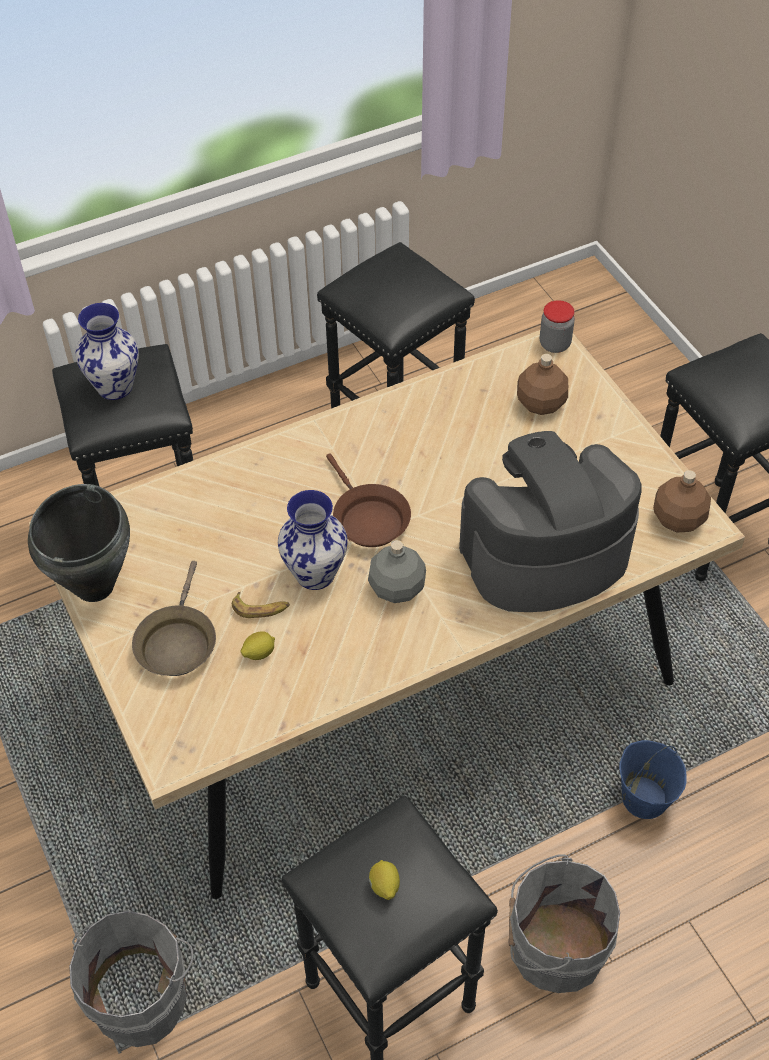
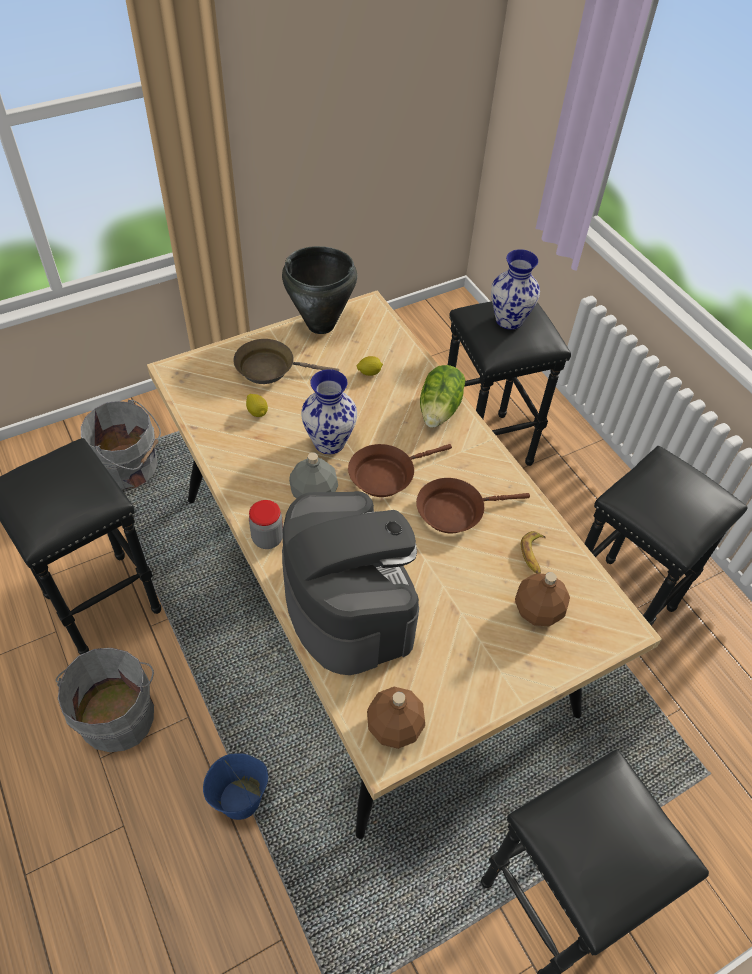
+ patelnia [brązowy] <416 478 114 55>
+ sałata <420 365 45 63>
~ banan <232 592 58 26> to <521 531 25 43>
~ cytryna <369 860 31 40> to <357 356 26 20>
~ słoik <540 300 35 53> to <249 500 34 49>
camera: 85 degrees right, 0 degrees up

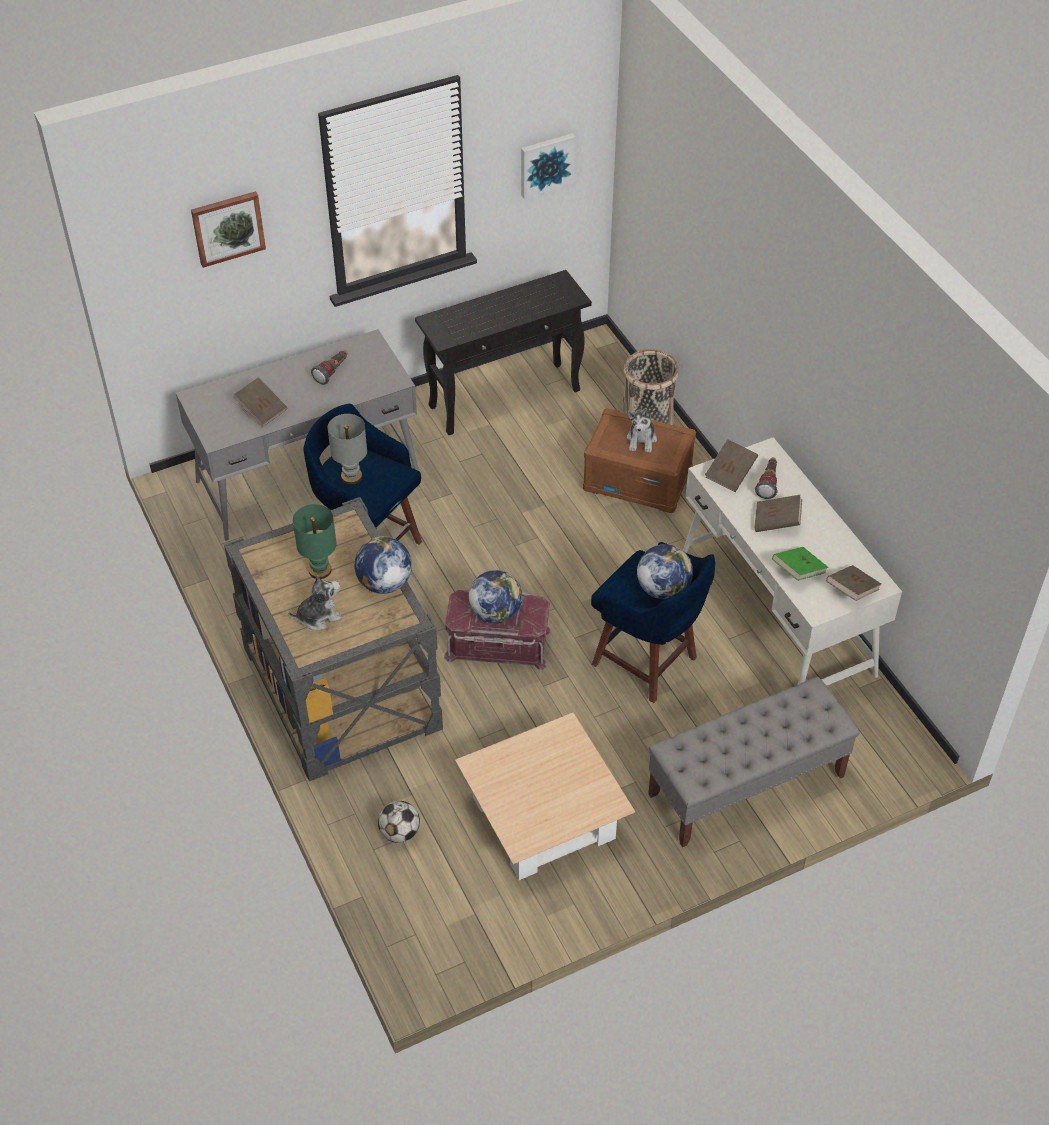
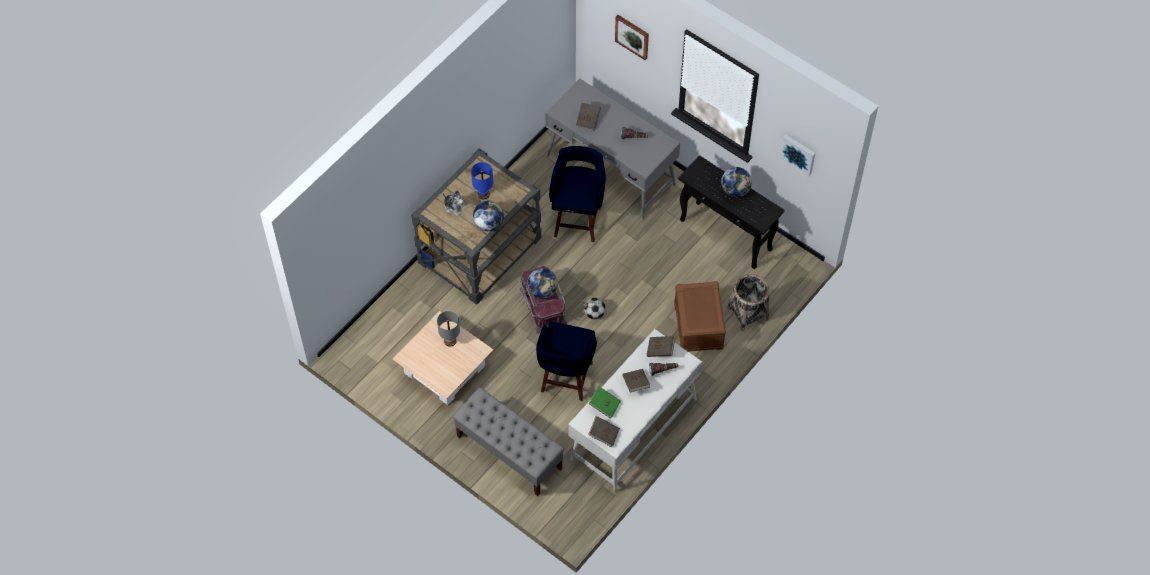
- pluszak <627 408 30 45>
~ lampa stołowa [szary] <328 414 39 70> to <437 311 23 36>
~ piłka futbolowa <378 801 42 42> to <584 298 22 21>
~ globus <637 544 56 56> to <721 167 31 30>
~ lampa stołowa [zielony] <293 504 44 75> to lampa stołowa [niebieski] <471 162 22 37>
camera: 65 degrees right, 10 degrees up

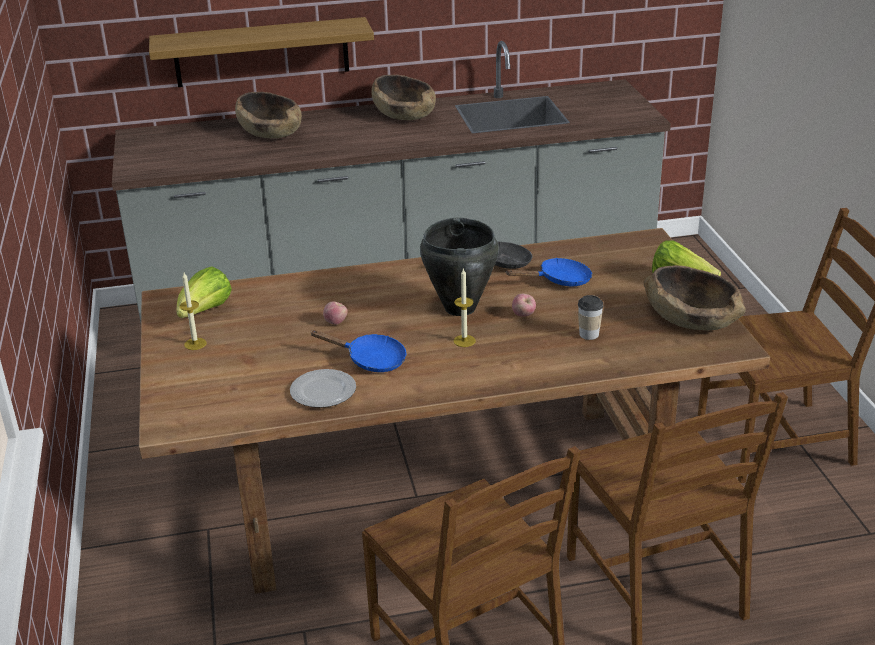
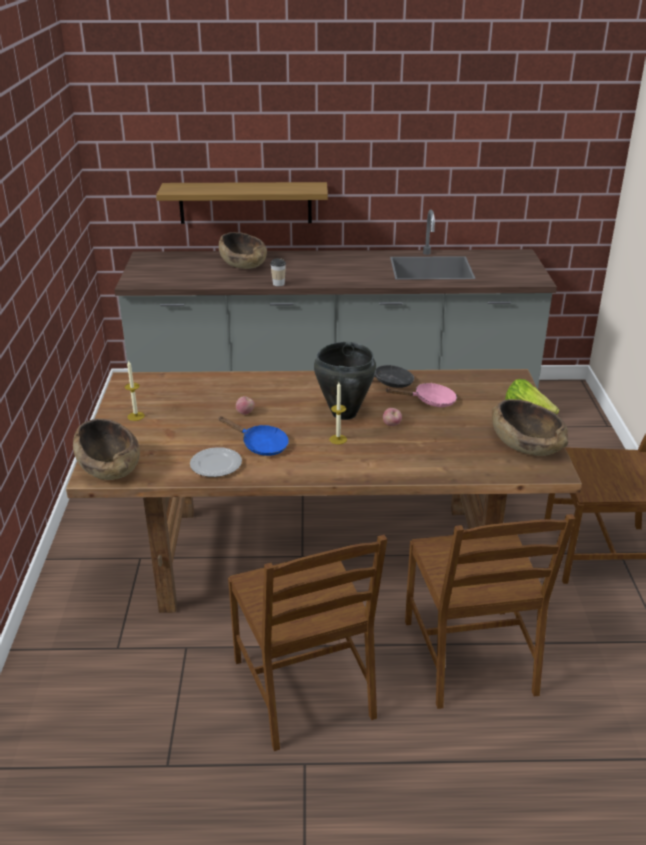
- sałata <176 266 56 52>
~ miska [brązowy] <371 75 65 45> to <73 419 67 61>
~ filiżanka <578 295 26 45> to <270 258 16 28>
~ patelnia [niebieski] <506 258 86 28> to patelnia [różowy] <386 383 71 24>
camera: 10 degrees right, 0 degrees up

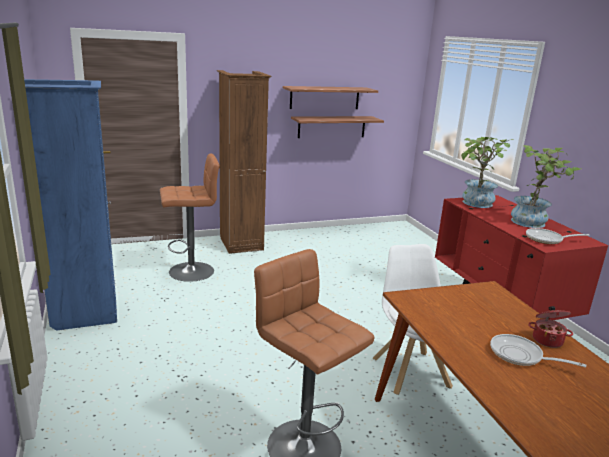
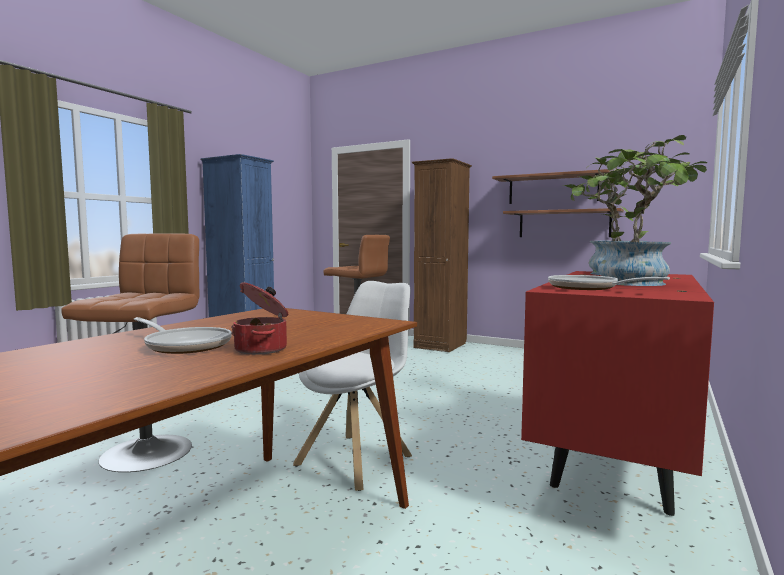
~ patelnia <490 334 96 33> = <134 317 98 37> 135 degrees clockwise
camera: 50 degrees right, 15 degrees down

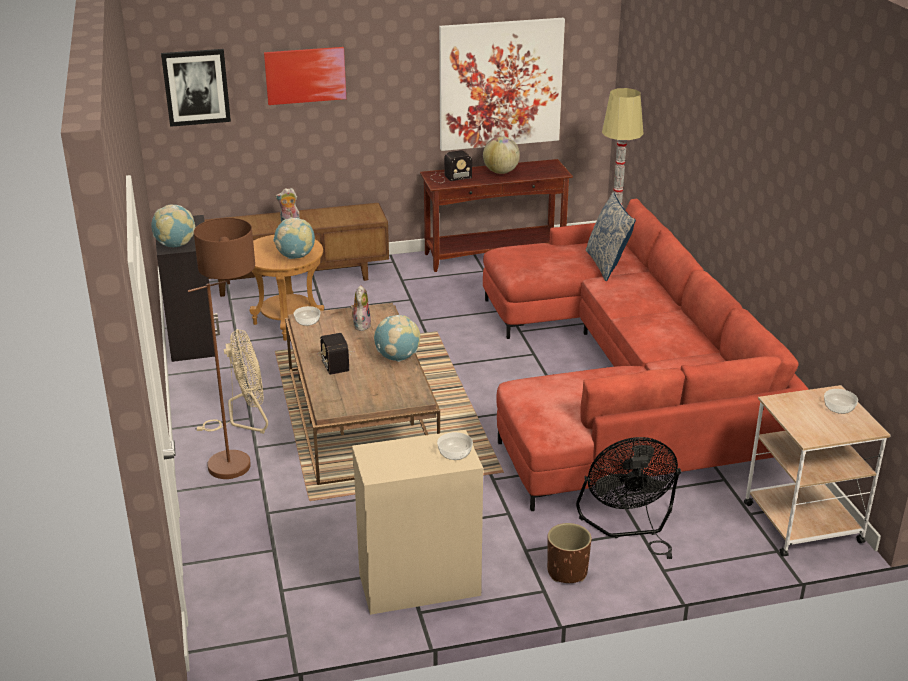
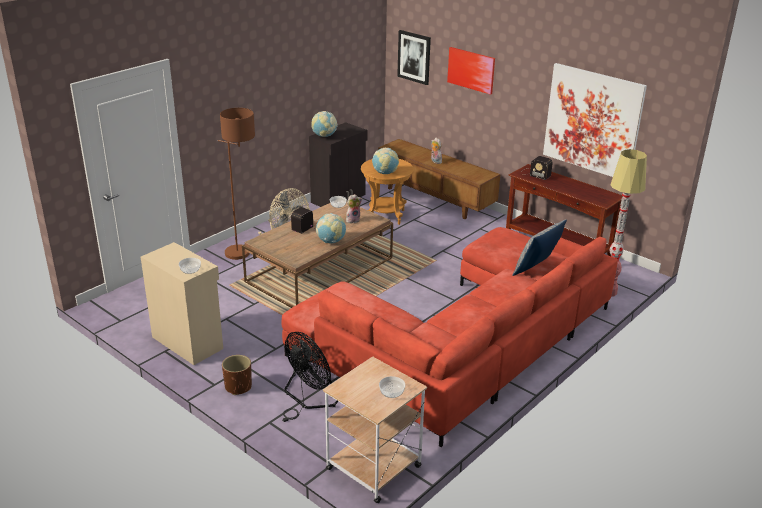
- globus <483 136 37 38>
camera: 55 degrees right, 0 degrees up

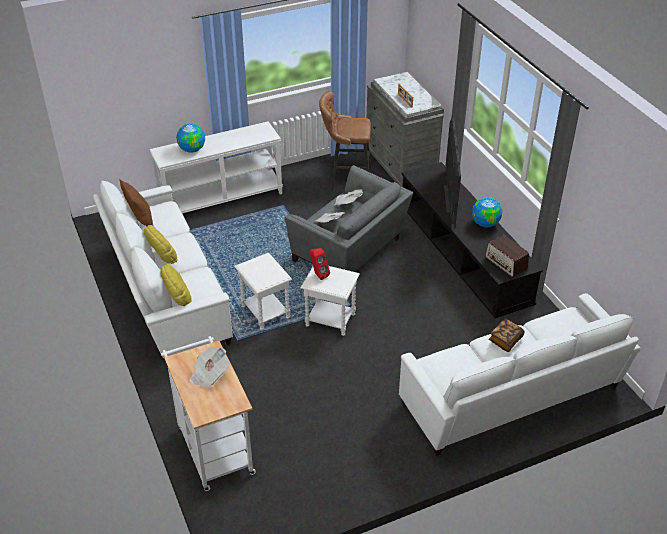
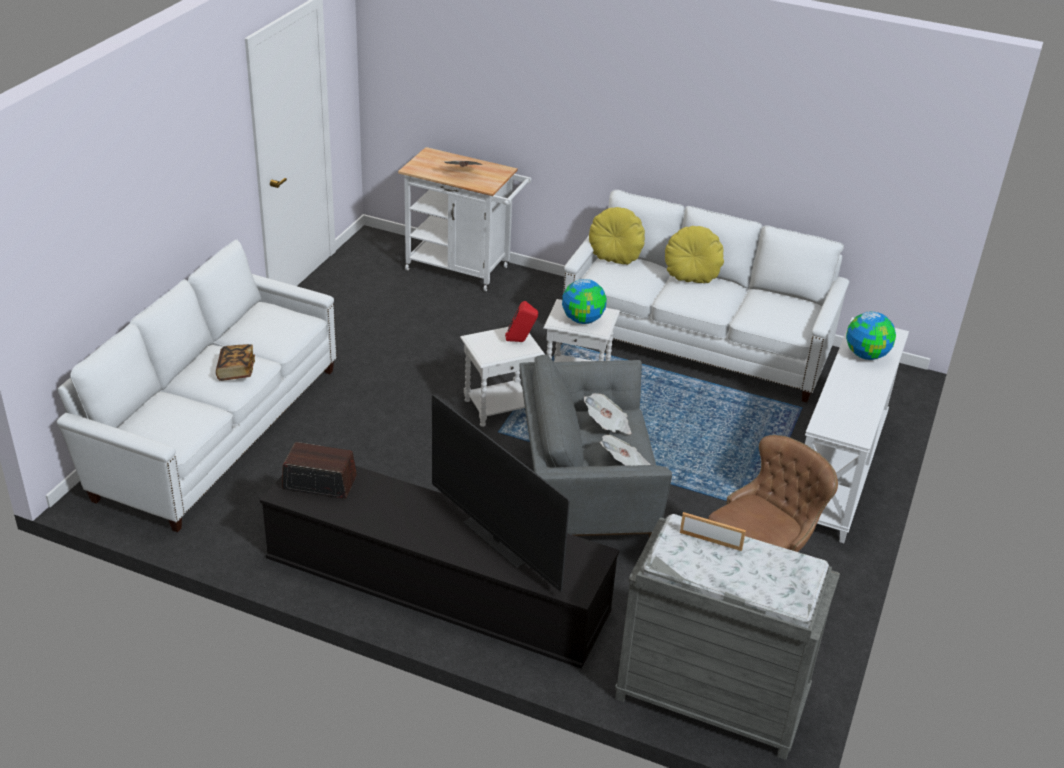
- poduszka [brązowy] <120 179 34 47>
~ globus <472 197 30 31> to <562 279 45 45>
camera: 135 degrees right, 5 degrees down

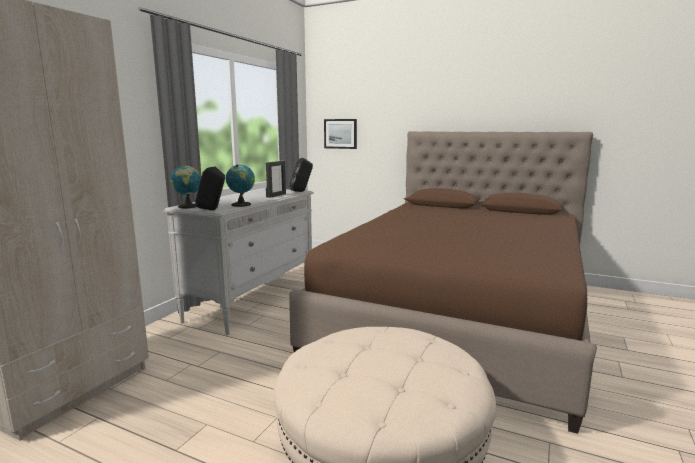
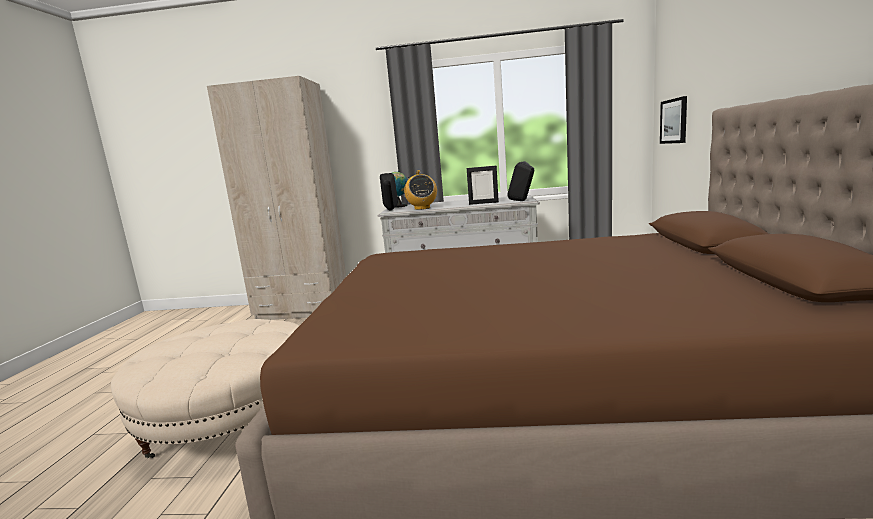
~ globus <226 164 29 43> to radio <404 170 33 40>
camera: 70 degrees right, 0 degrees up

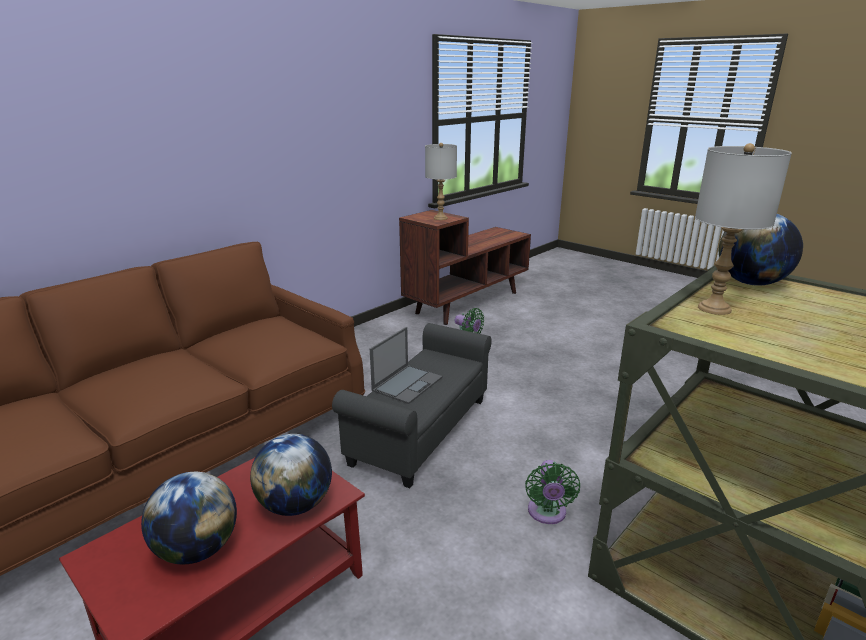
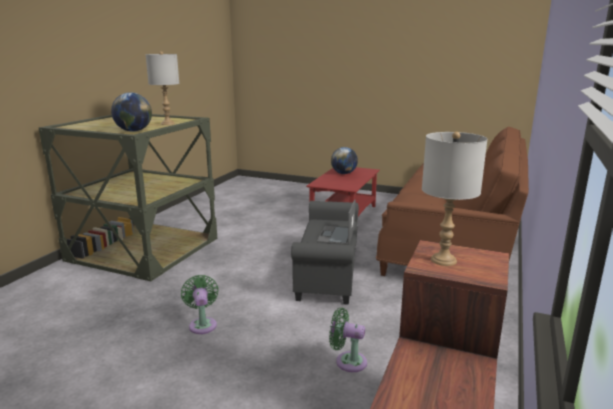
- globus <250 434 82 82>
~ wentylator [zielony] <525 460 55 64> to <181 275 38 59>
camera: 160 degrees right, 5 degrees down

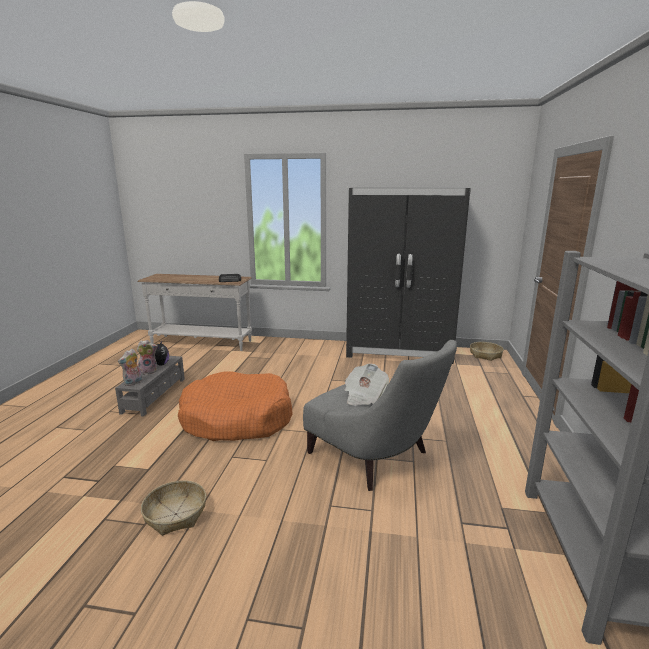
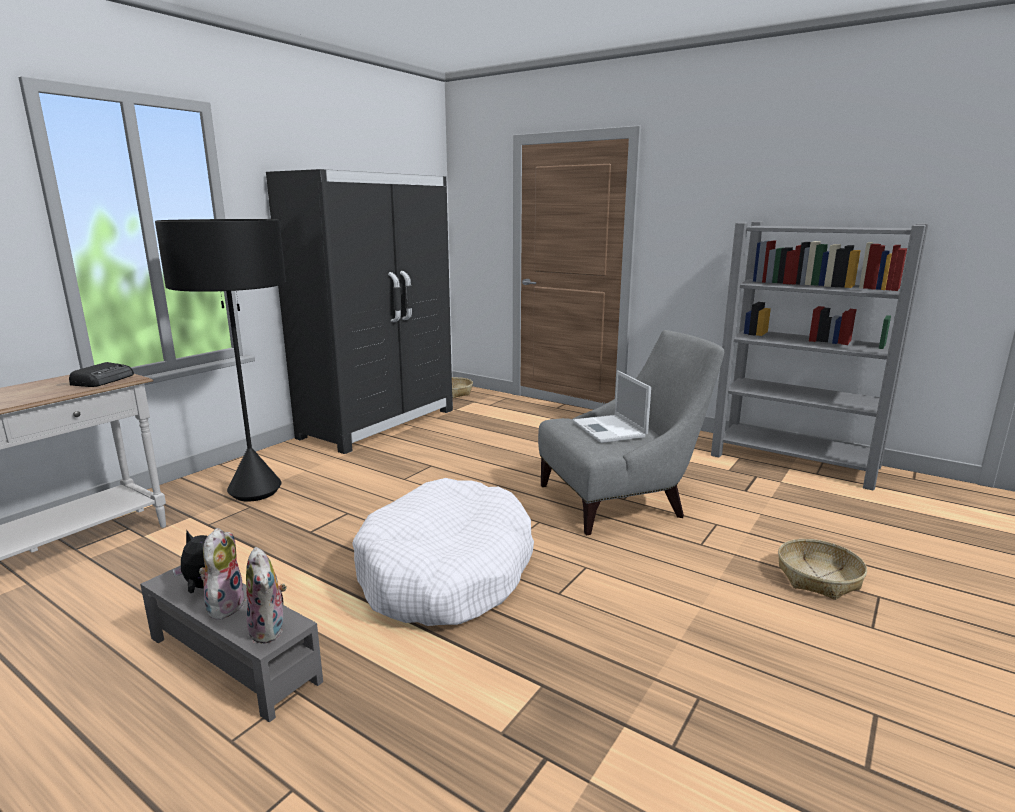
+ lampa stojąca [czarny] <155 219 131 283>
~ koszyk <141 480 65 56> to <778 539 89 61>
~ gazeta <345 363 44 43> to laptop <573 370 78 73>
~ legowisko [pomarańczowy] <178 371 115 70> to legowisko [biały] <353 478 181 148>
camera: 65 degrees left, 0 degrees up

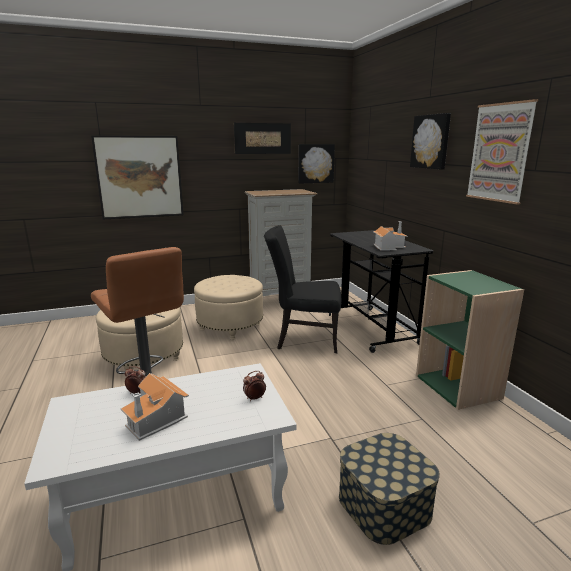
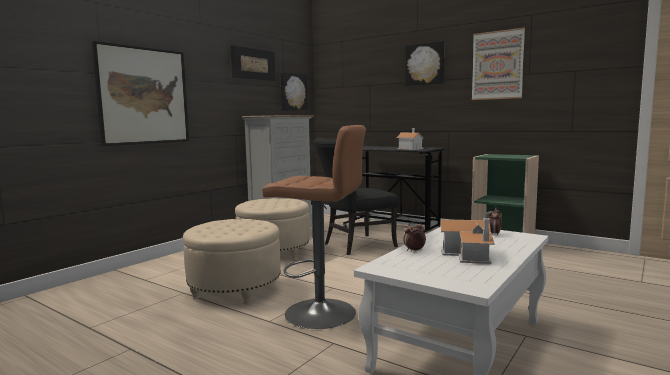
- pojemnik do przechowywania <339 433 101 112>
camera: 35 degrees left, 10 degrees down

